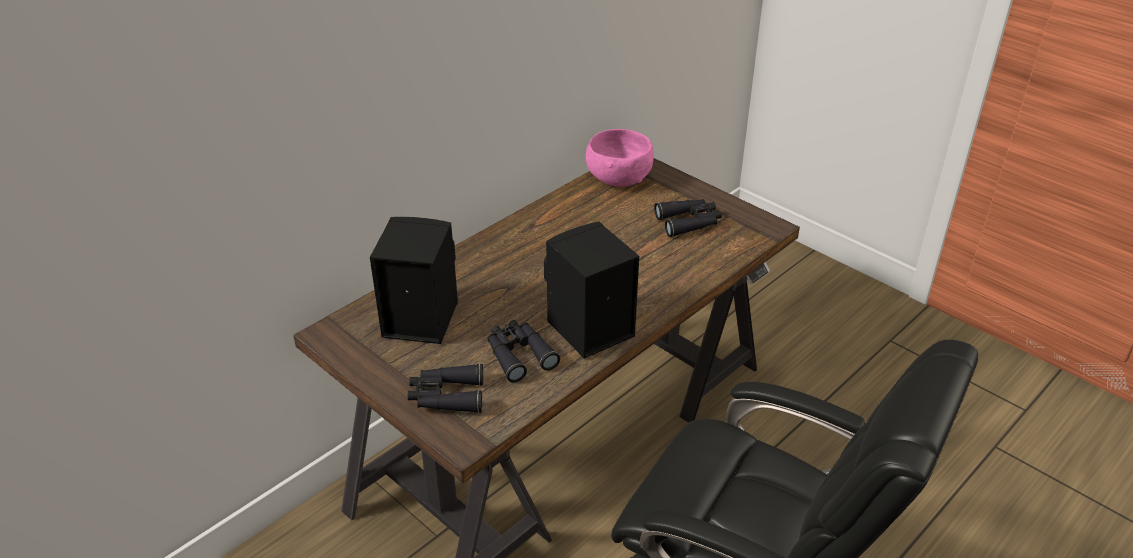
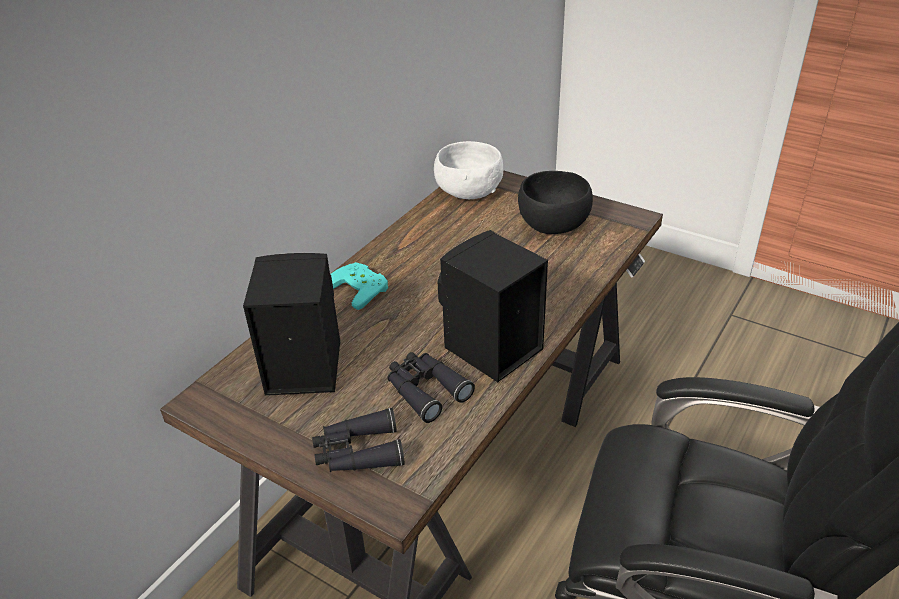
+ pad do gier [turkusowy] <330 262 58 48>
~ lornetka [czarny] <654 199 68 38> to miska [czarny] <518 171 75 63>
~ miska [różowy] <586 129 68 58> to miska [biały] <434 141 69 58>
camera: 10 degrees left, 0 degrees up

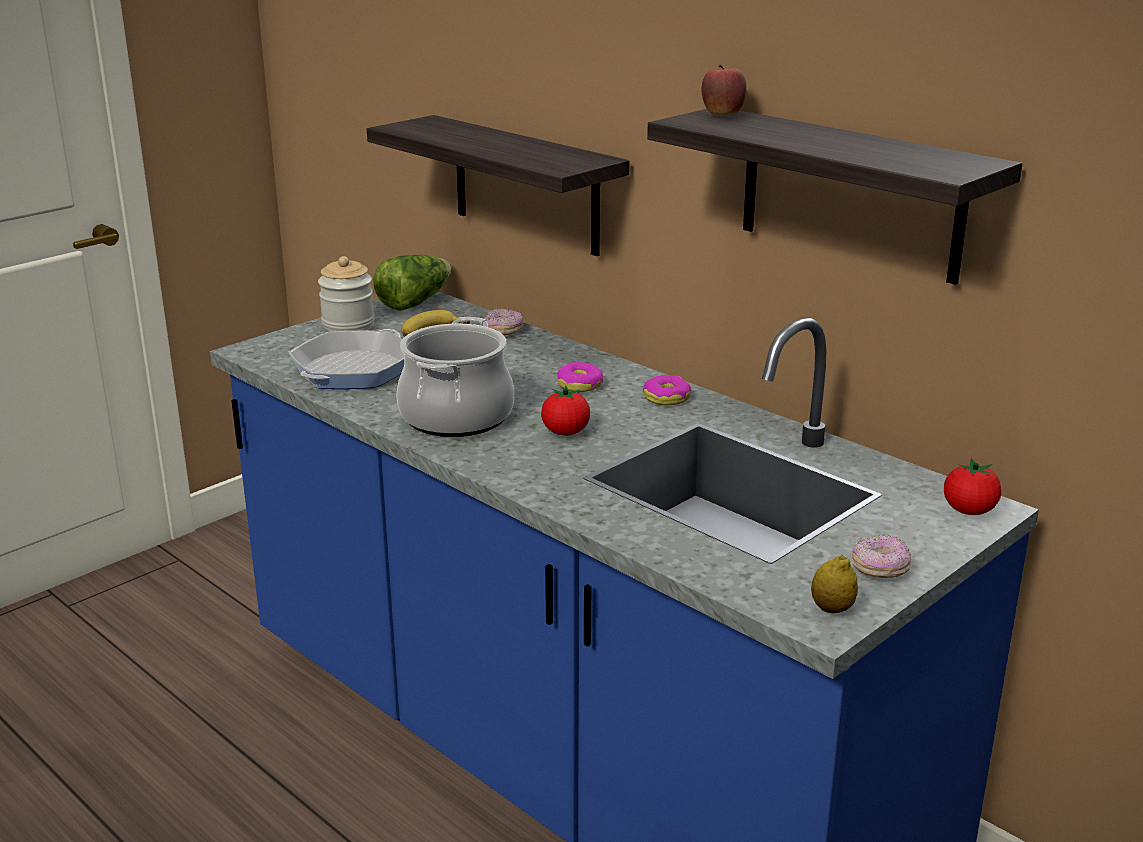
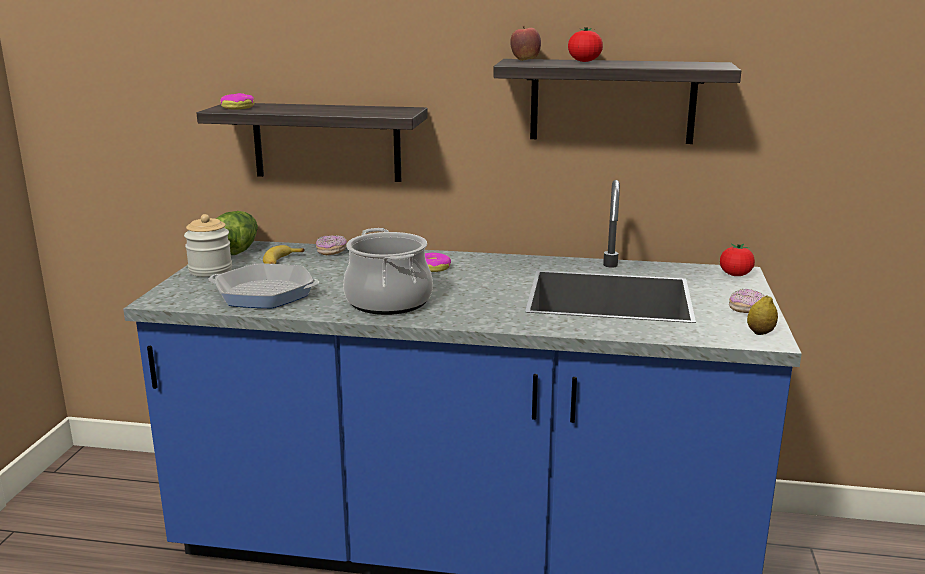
~ pomidor <541 386 49 50> to <568 27 35 35>
~ donut <643 375 48 30> to <220 93 35 16>
~ patelnia <288 329 116 60> = <209 264 110 44> 75 degrees counterclockwise
camera: 35 degrees left, 5 degrees down

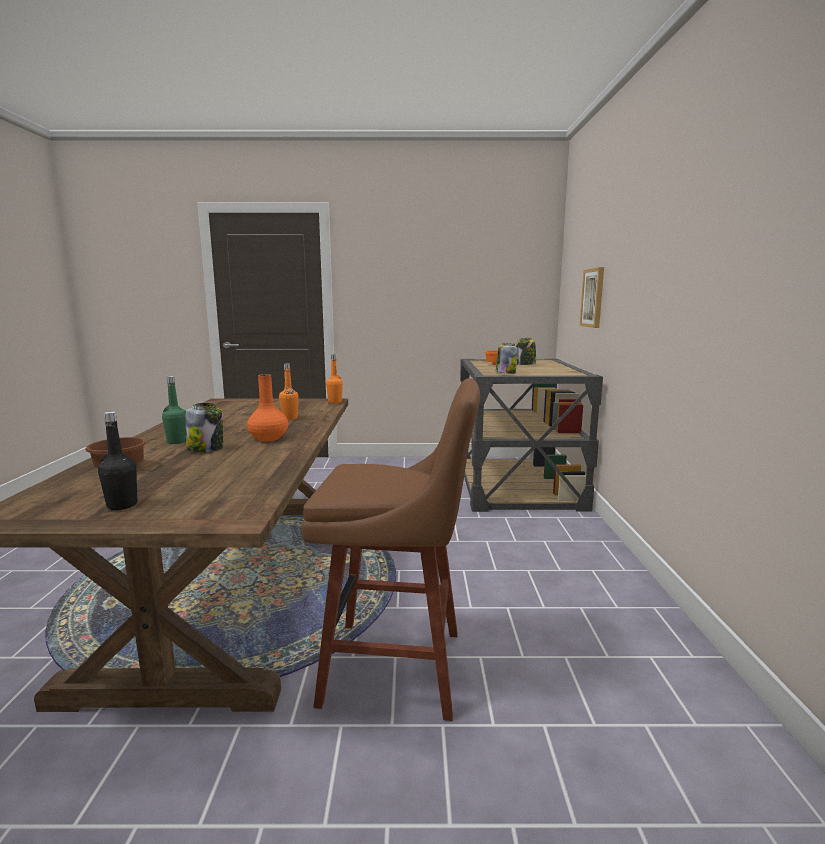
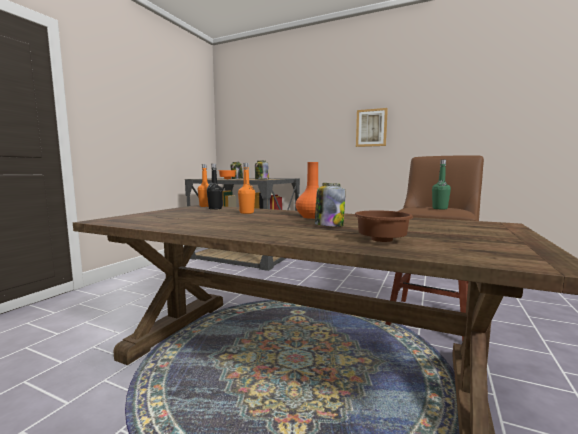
~ butelka [czarny] <98 411 39 99> to <207 164 16 46>
~ butelka [zielony] <162 376 24 68> to <432 160 19 49>
~ obraz <580 267 24 61> to <356 108 32 39>
camera: 65 degrees left, 5 degrees down

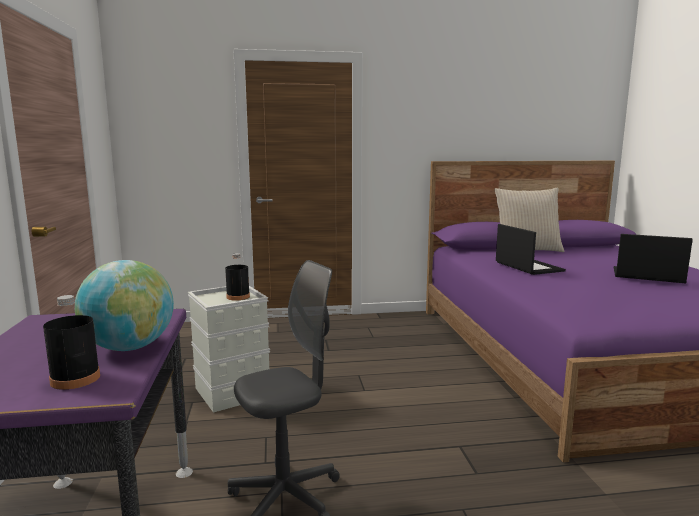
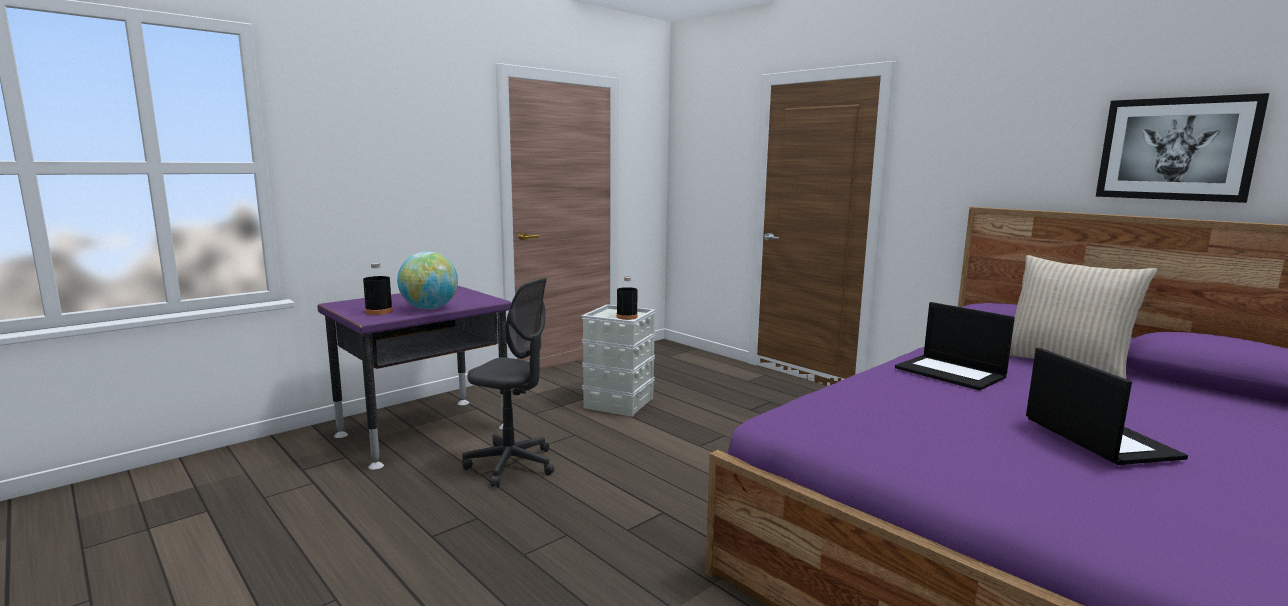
+ obraz <1096 93 173 110>
~ laptop <496 224 70 51> = <895 302 120 89> 105 degrees clockwise
camera: 55 degrees right, 0 degrees up

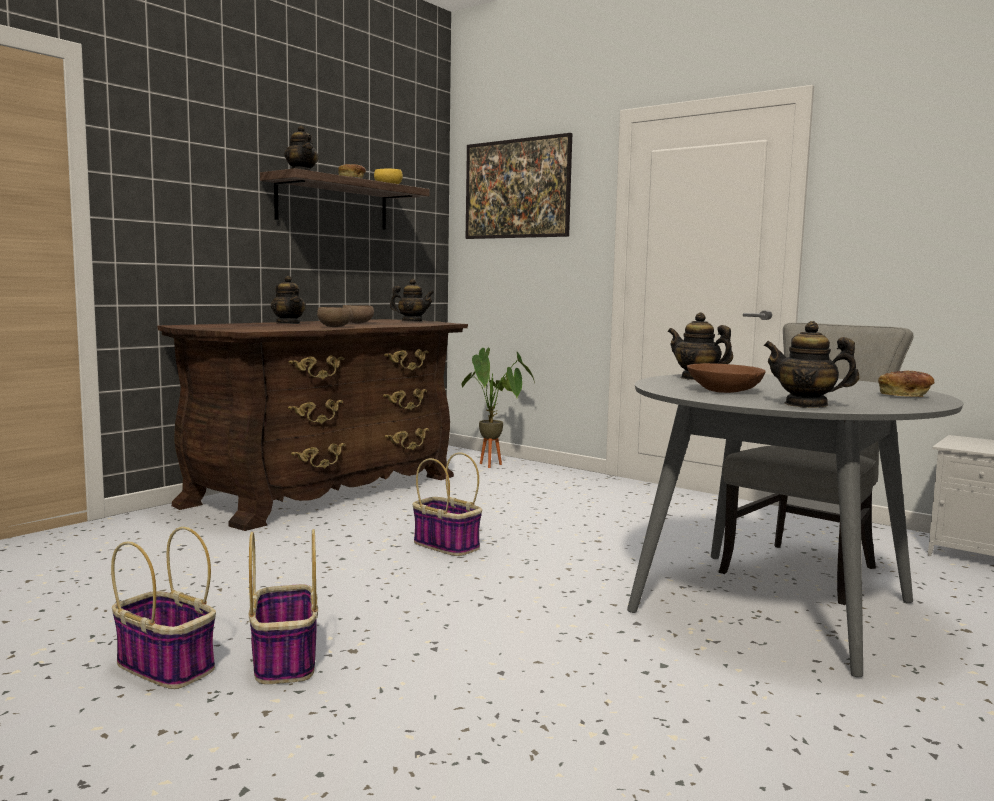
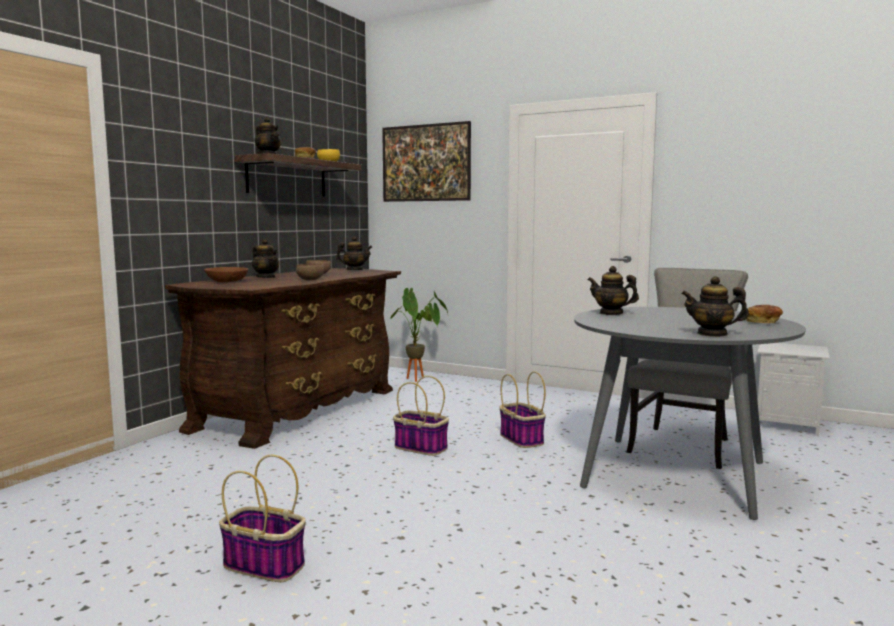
~ koszyk <249 529 69 155> to <500 371 46 77>
~ miska [brązowy] <687 363 79 30> to <204 267 44 15>
camera: 10 degrees left, 0 degrees up

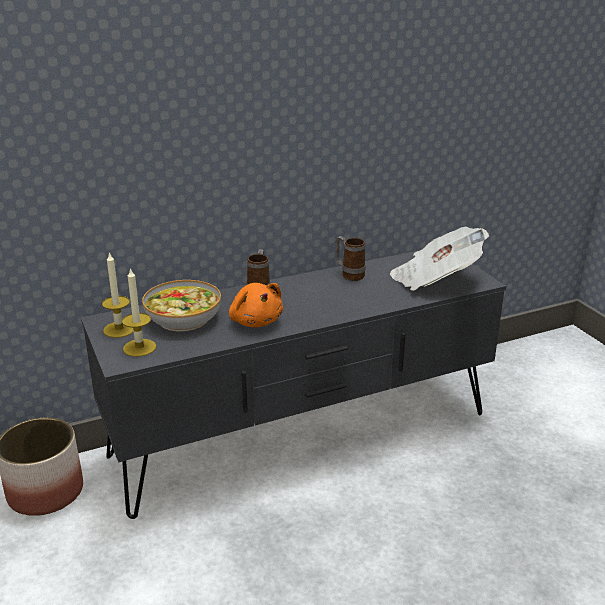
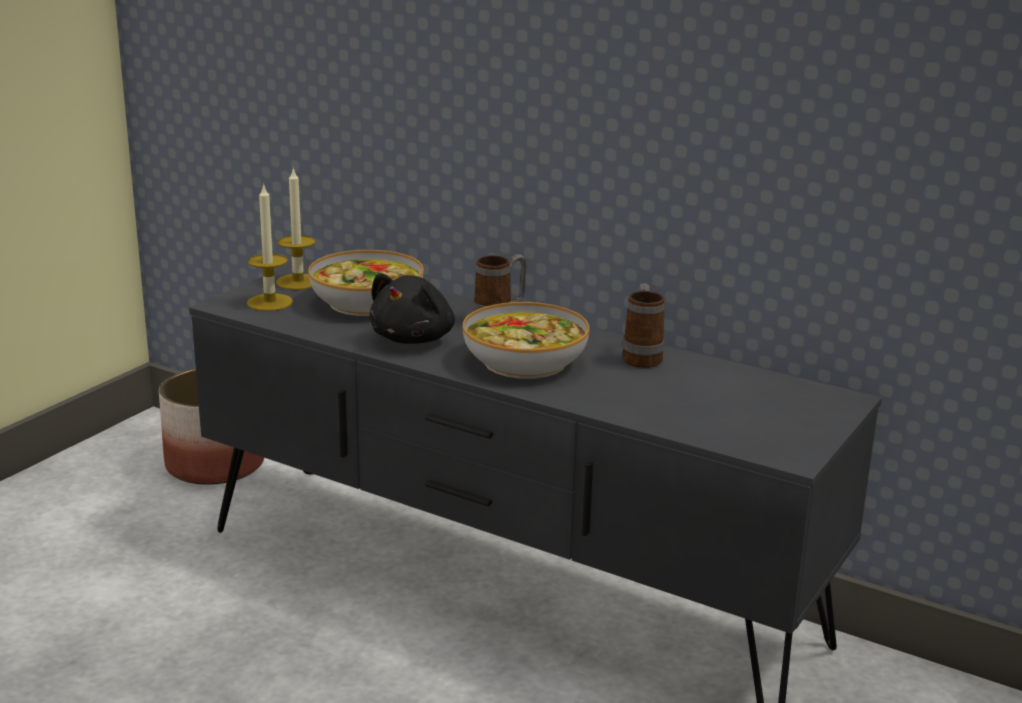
- gazeta <390 226 99 65>
+ miska <463 302 126 77>
~ pluszak [pomarańczowy] <229 283 54 44> to pluszak [czarny] <369 273 86 71>
camera: 55 degrees right, 5 degrees down

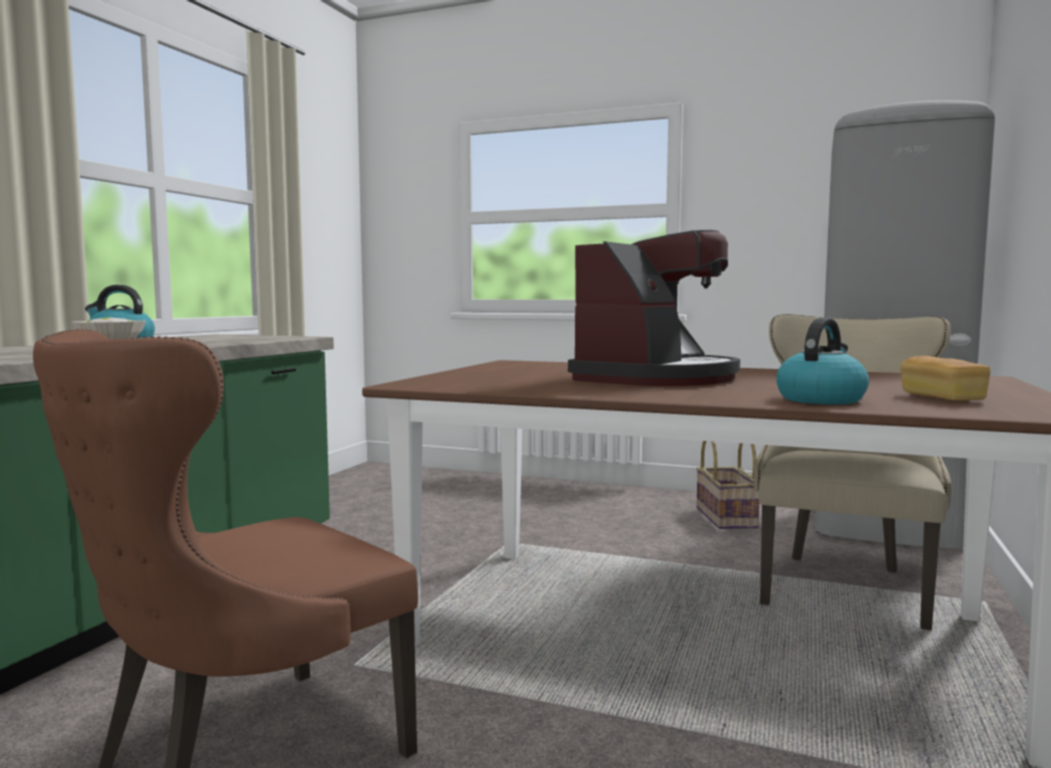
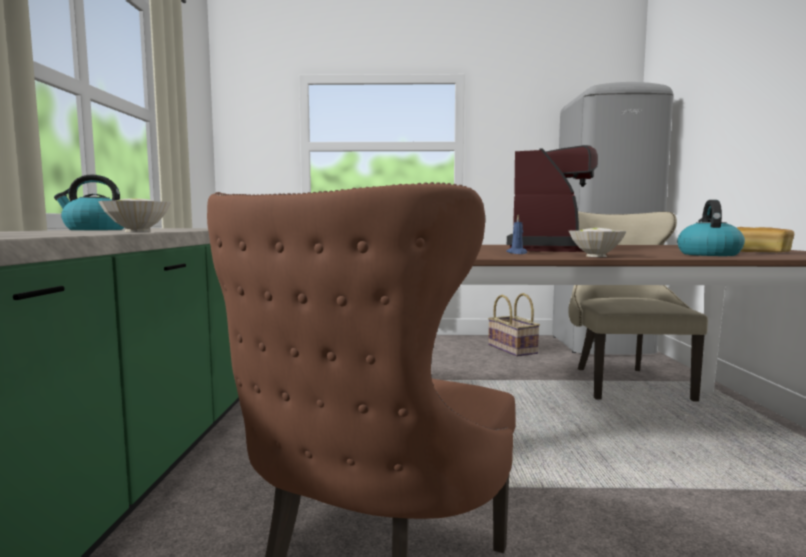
+ świeca [niebieski] <506 215 21 39>
+ miska [biały] <569 228 58 29>
camera: 20 degrees left, 0 degrees up

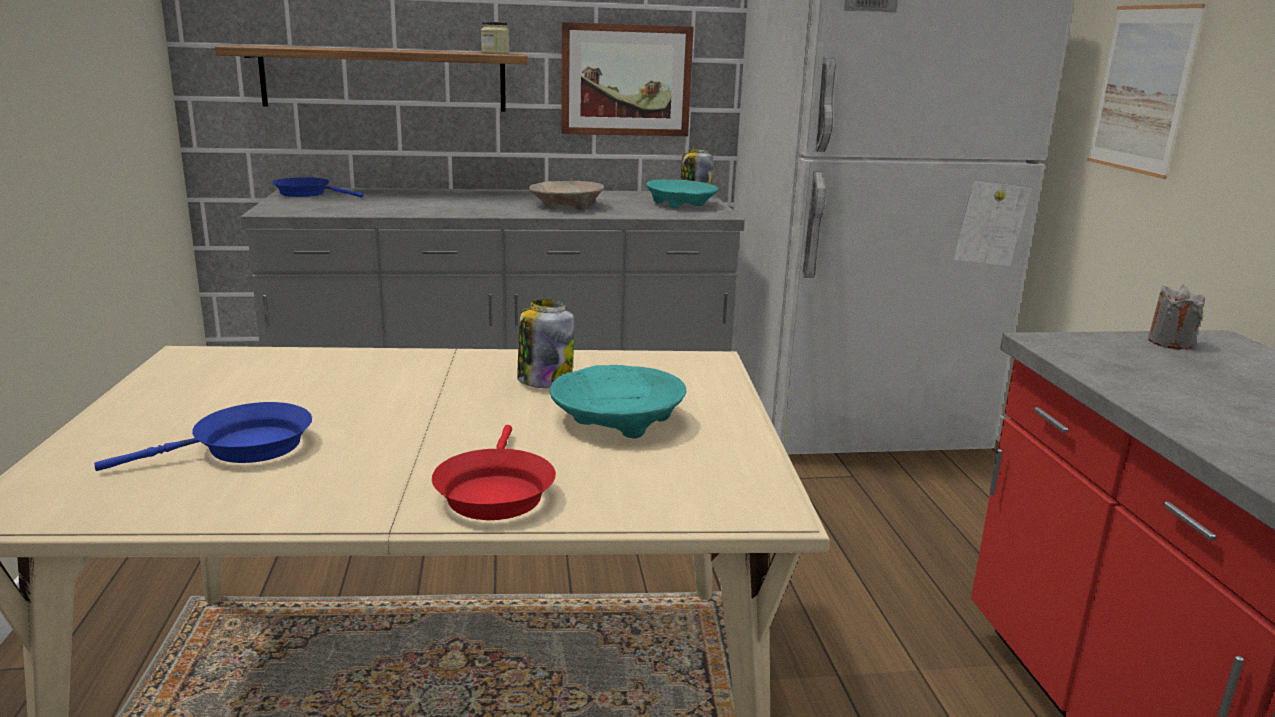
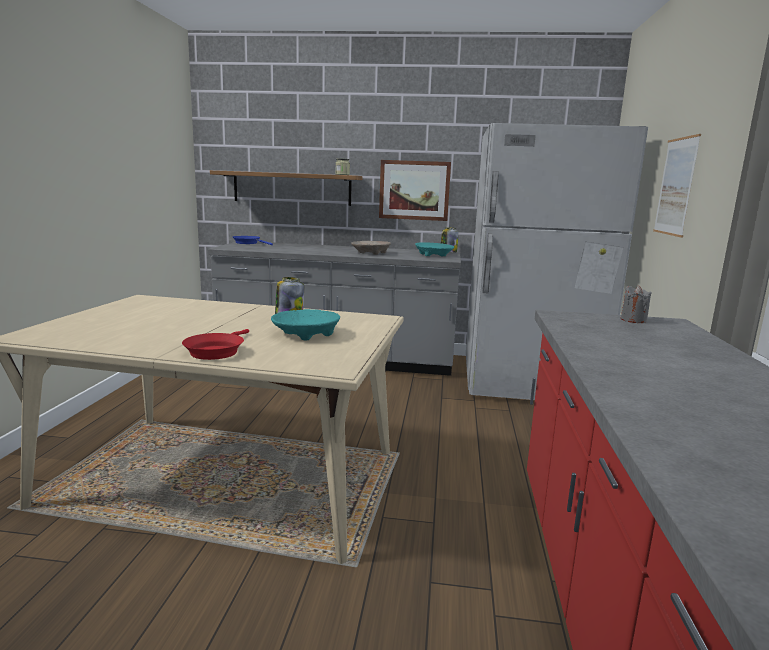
- patelnia [niebieski] <94 402 218 69>
camera: 15 degrees right, 5 degrees down

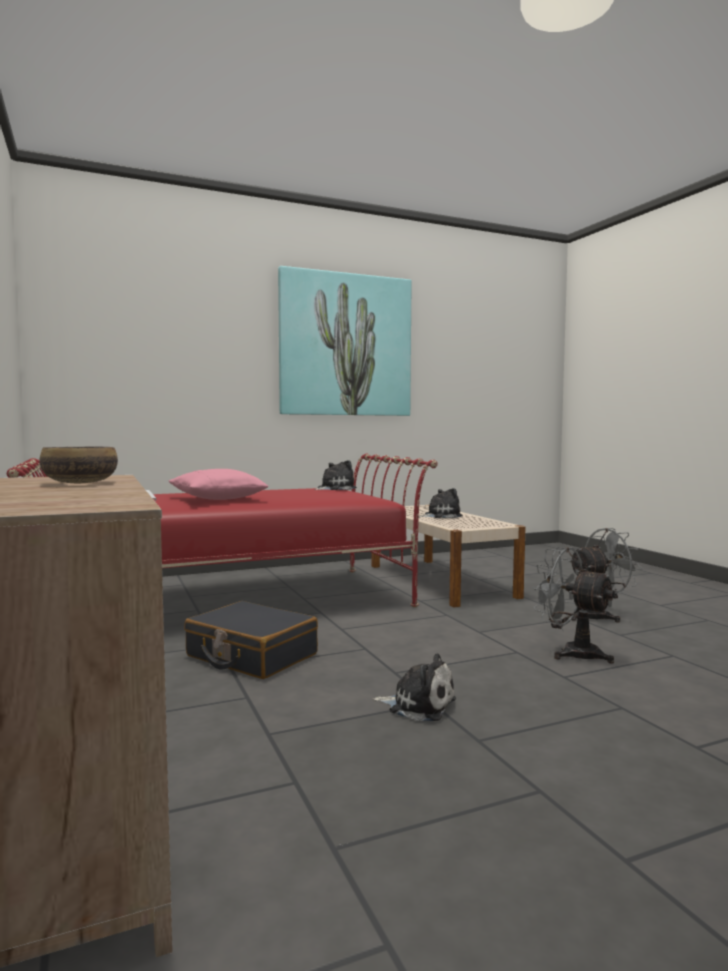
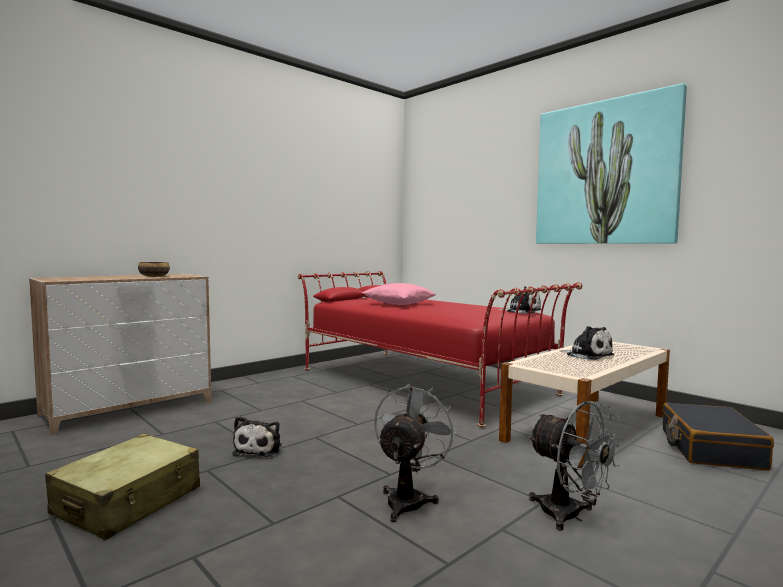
+ walizka [beżowy] <45 434 155 106>
~ walizka [czarny] <184 601 134 78> to <663 403 111 68>
camera: 70 degrees right, 0 degrees up

